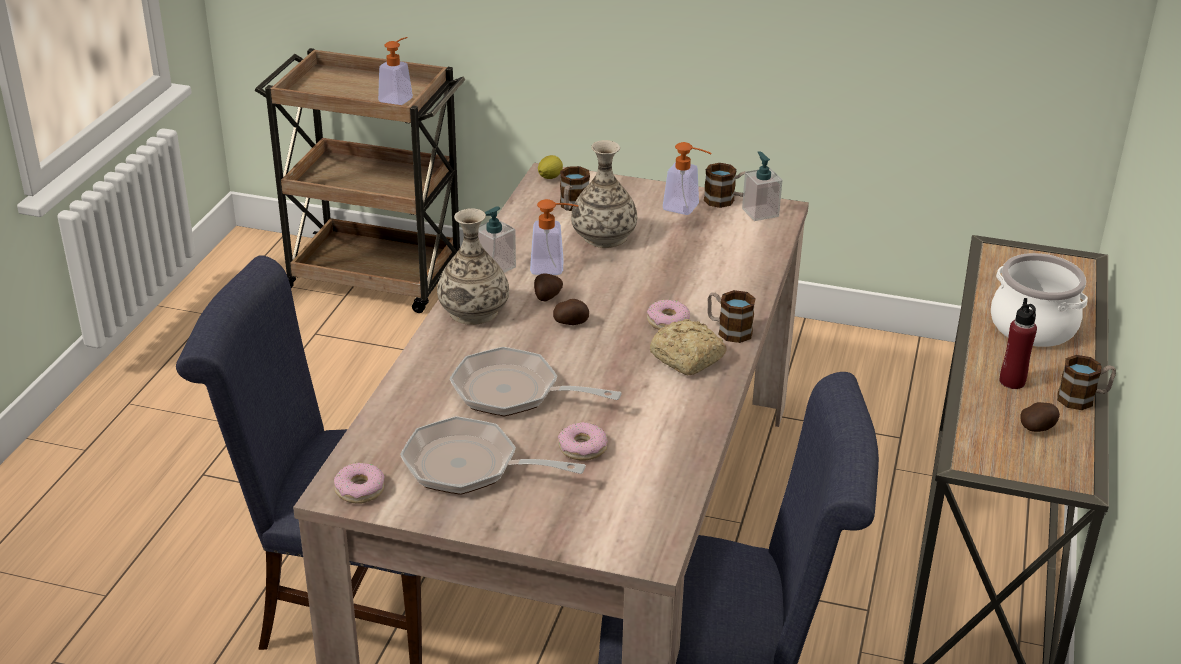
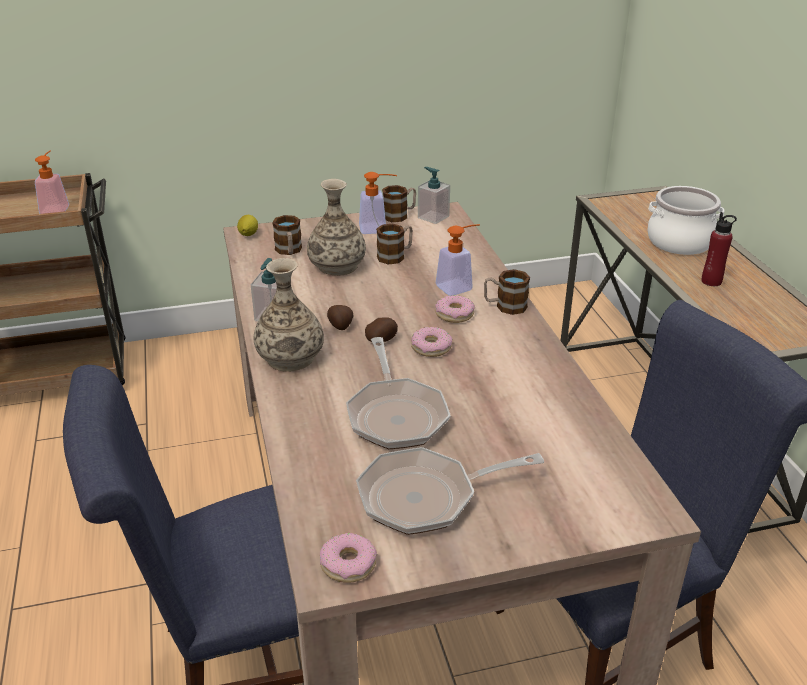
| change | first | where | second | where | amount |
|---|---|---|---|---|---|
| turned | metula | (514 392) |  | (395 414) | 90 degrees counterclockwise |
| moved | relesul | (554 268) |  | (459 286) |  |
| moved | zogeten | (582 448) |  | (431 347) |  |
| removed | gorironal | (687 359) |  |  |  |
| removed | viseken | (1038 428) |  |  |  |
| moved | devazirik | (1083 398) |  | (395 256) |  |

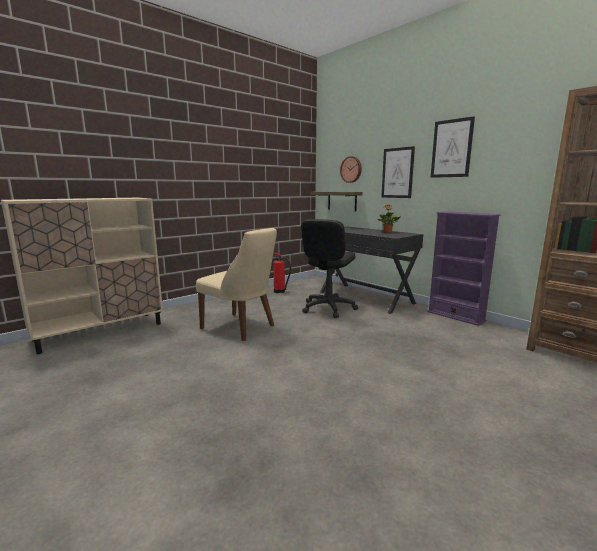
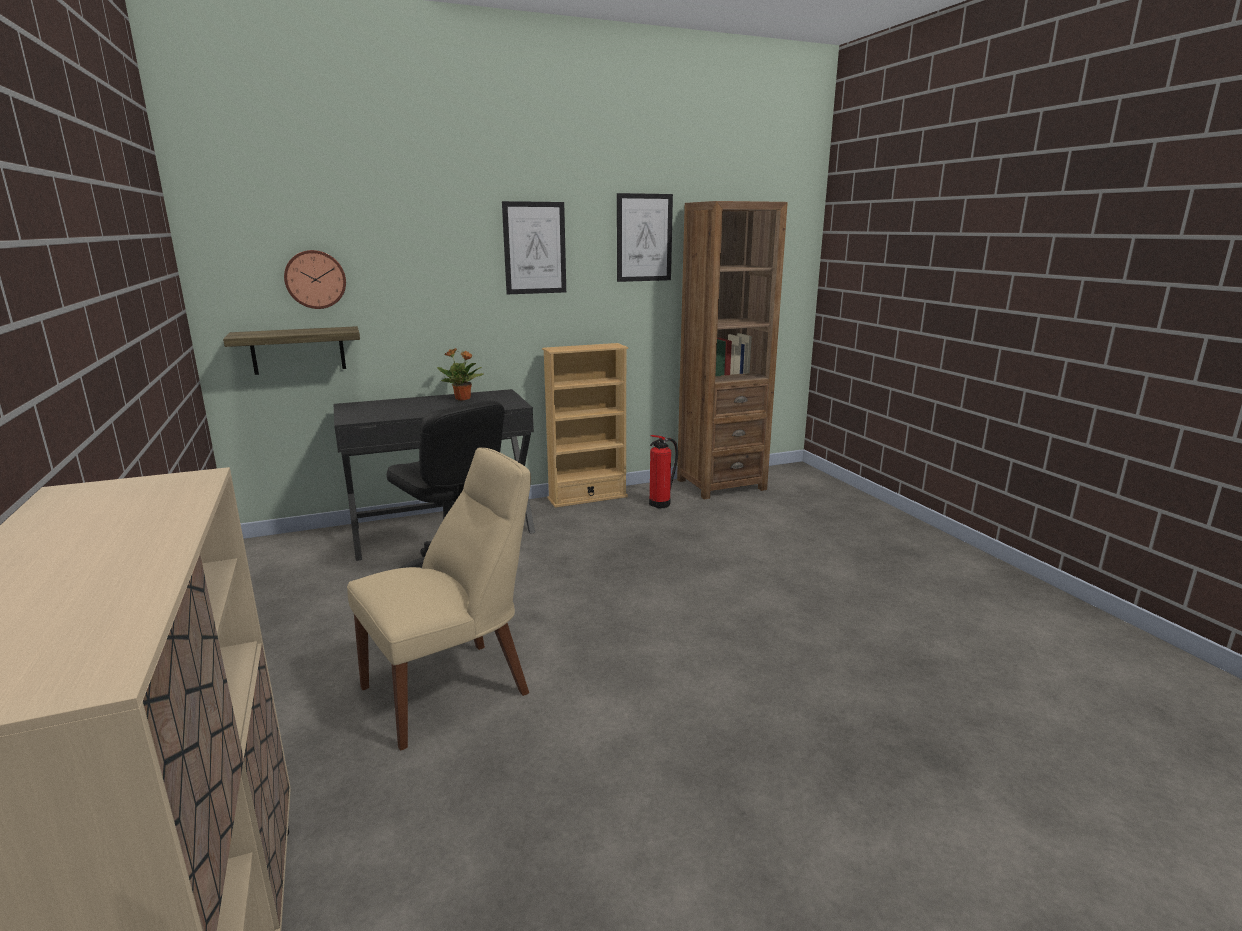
| change | first | where | second | where | amount |
|---|---|---|---|---|---|
| moved | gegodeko | (280 291) |  | (661 503) |  |
| moved | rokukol | (397 173) |  | (644 238) |  |
| recoloured | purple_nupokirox | (455 316) | beige_nupokirox | (587 497) |  |

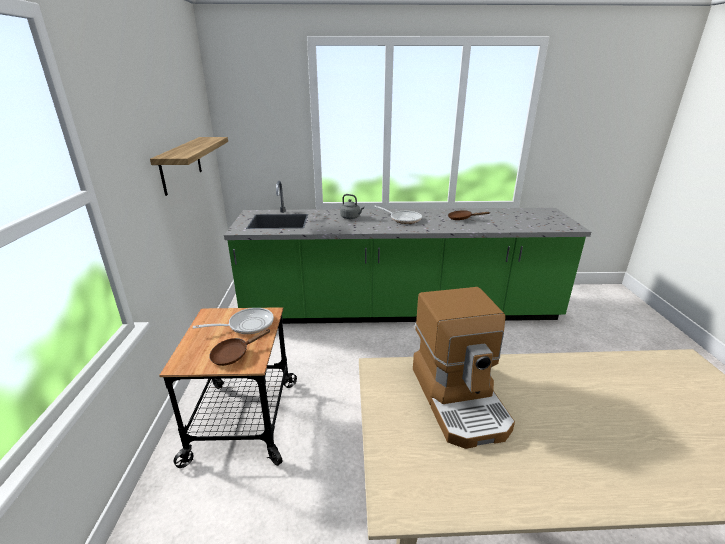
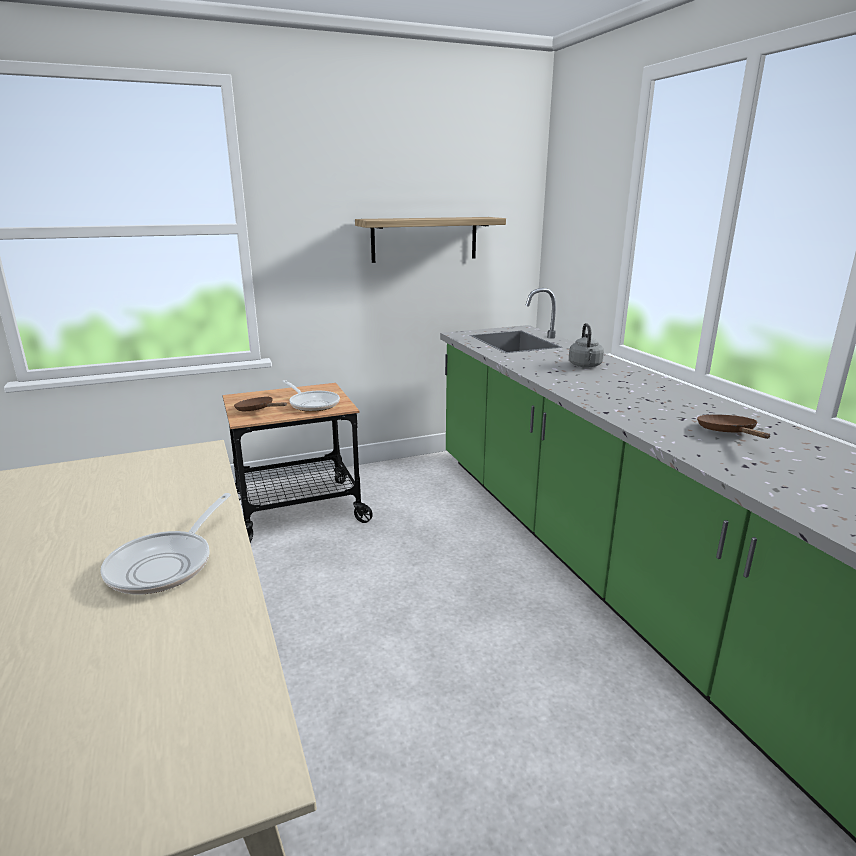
| change | first | where | second | where | amount |
|---|---|---|---|---|---|
| moved | metula | (403 219) |  | (166 564) |  |
| removed | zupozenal | (460 399) |  |  |  |

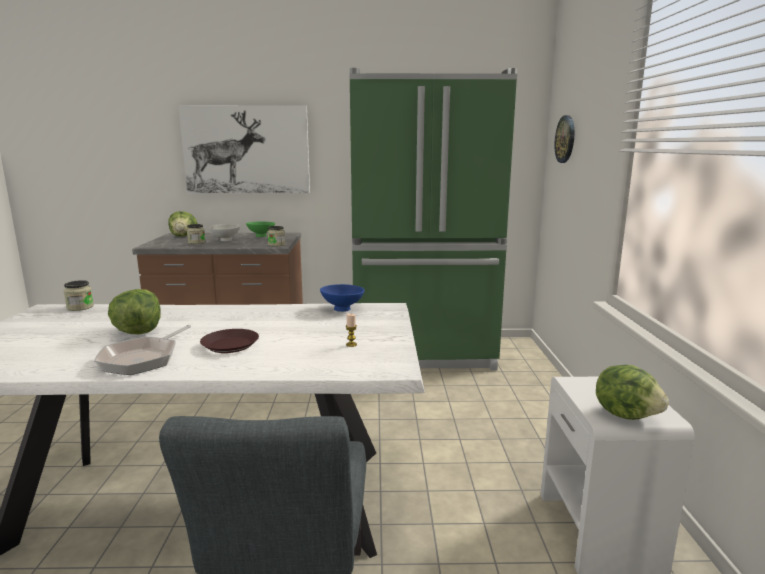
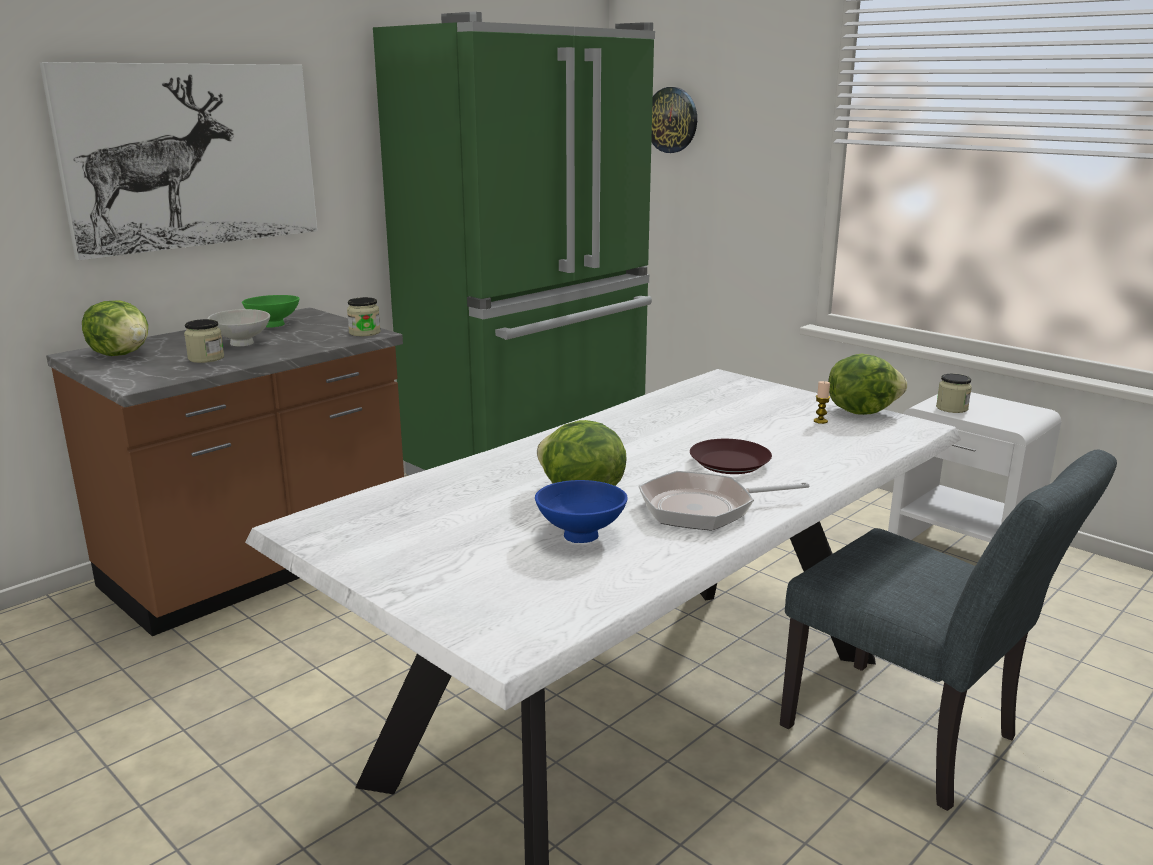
| change | first | where | second | where | amount |
|---|---|---|---|---|---|
| moved | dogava | (80 307) |  | (952 408) |  |
| turned | metula | (143 359) |  | (704 508) | 105 degrees clockwise |
| moved | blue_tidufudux | (342 309) |  | (578 535) |  |
| moved | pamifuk | (626 414) |  | (861 411) |  |

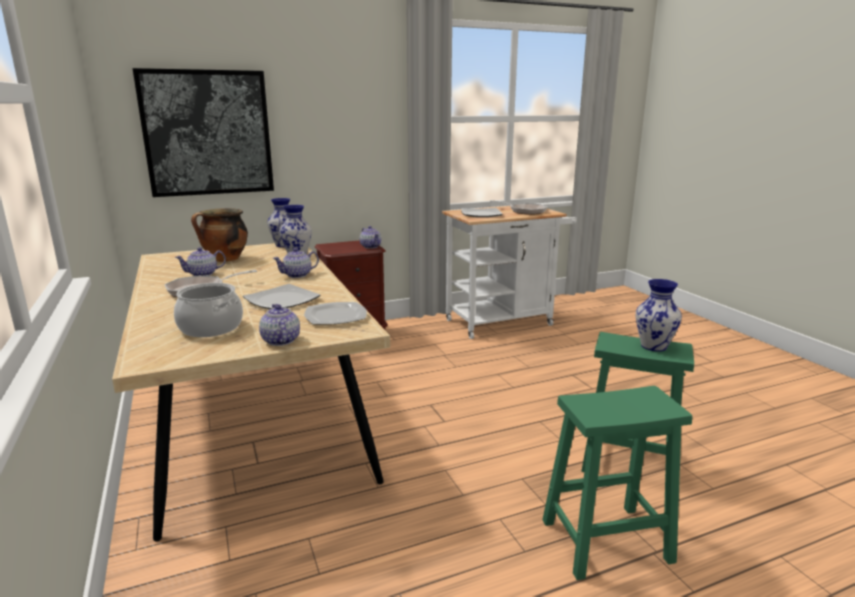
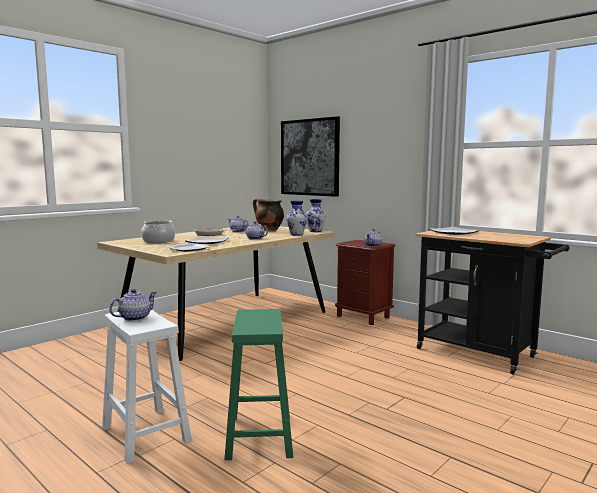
| change | first | where | second | where | amount |
|---|---|---|---|---|---|
| moved | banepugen | (280 341) |  | (134 318) |  |
| recoloured | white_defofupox | (504 321) | black_defofupox | (482 354) |  |
| removed | metula | (524 211) |  |  |  |
| recoloured | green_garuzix | (604 541) | white_garuzix | (145 433) |  |
| removed | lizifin | (653 346) |  |  |  |

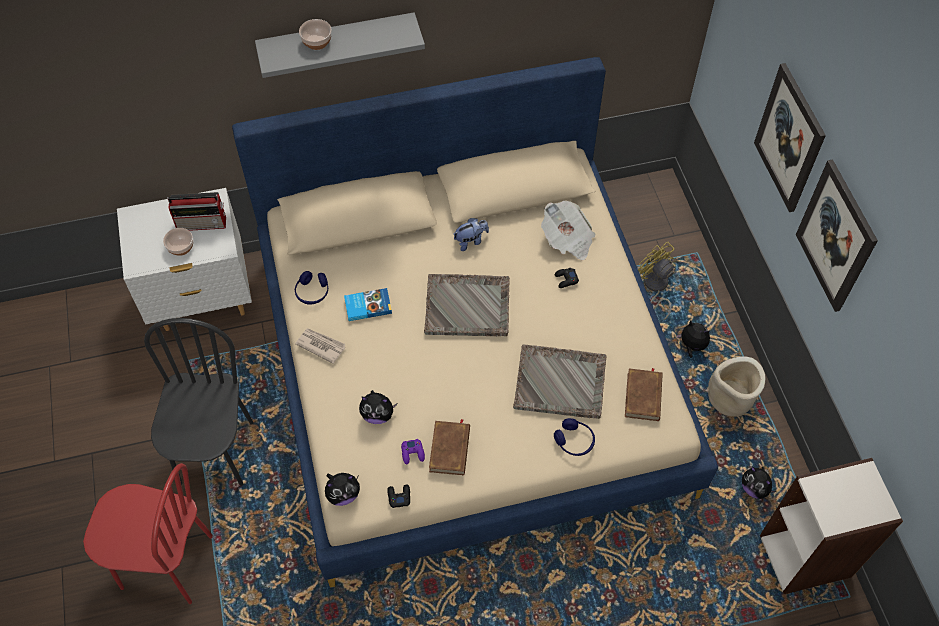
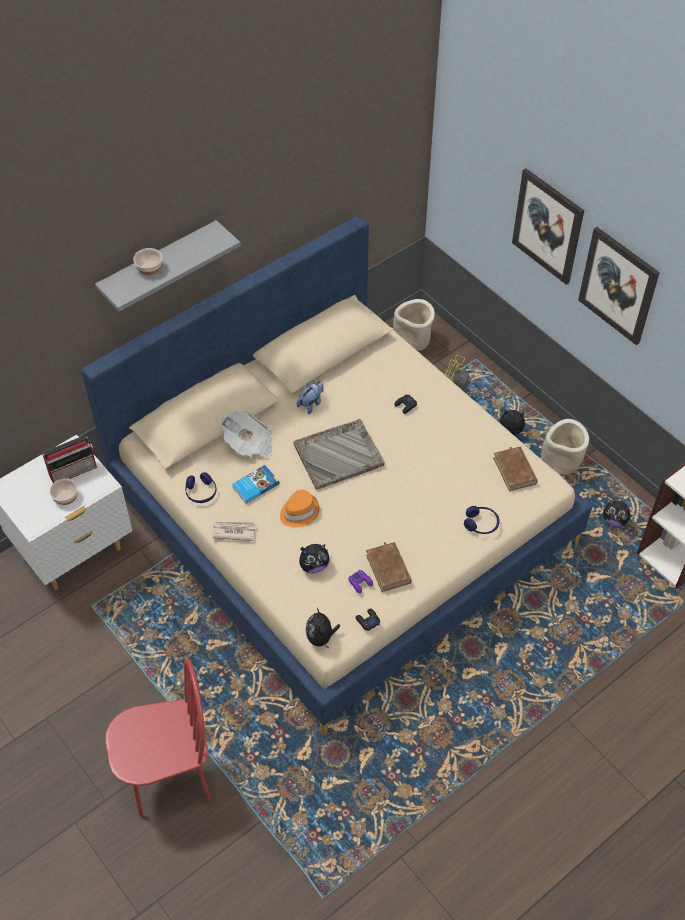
| change | first | where | second | where | amount |
|---|---|---|---|---|---|
| removed | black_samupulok | (215 453) |  |  |  |
| turned | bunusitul | (343 494) |  | (321 638) | 135 degrees clockwise |
| removed | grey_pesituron | (561 383) |  |  |  |
| moved | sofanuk | (567 239) |  | (249 444) |  |
| added |  |  | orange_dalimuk | (299 511) |  |
| added |  |  | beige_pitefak | (412 340) |  |

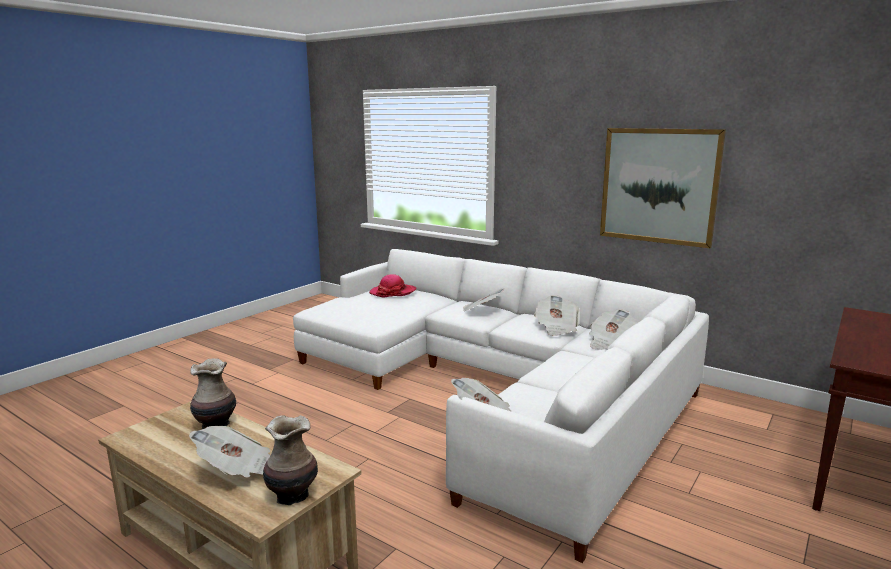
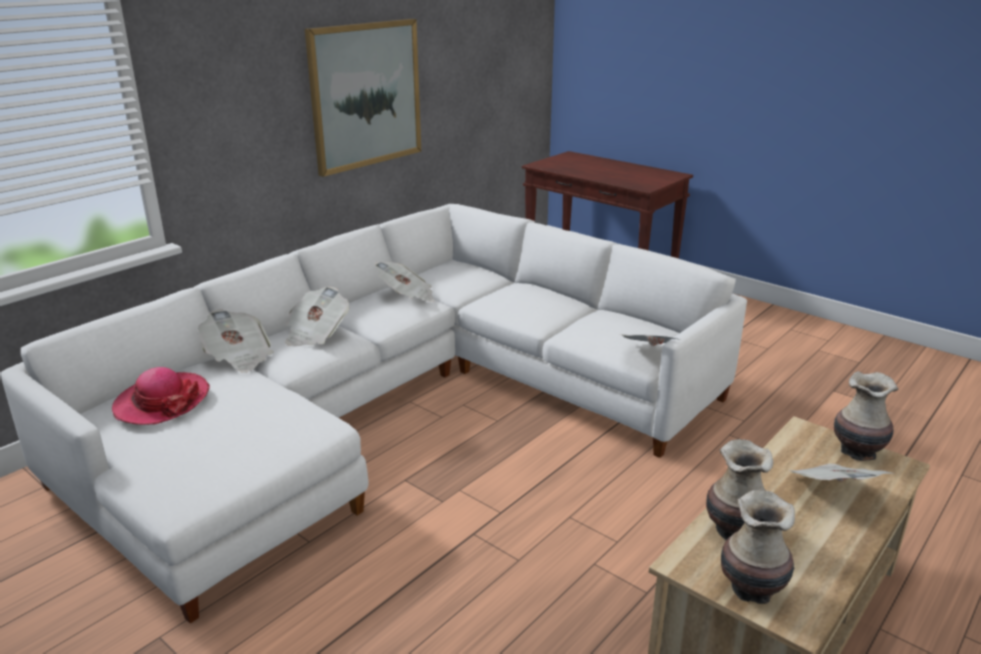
| change | first | where | second | where | amount |
|---|---|---|---|---|---|
| moved | sofanuk | (610 343) |  | (238 357) |  |
| added |  |  | lizifin | (752 589) |  |

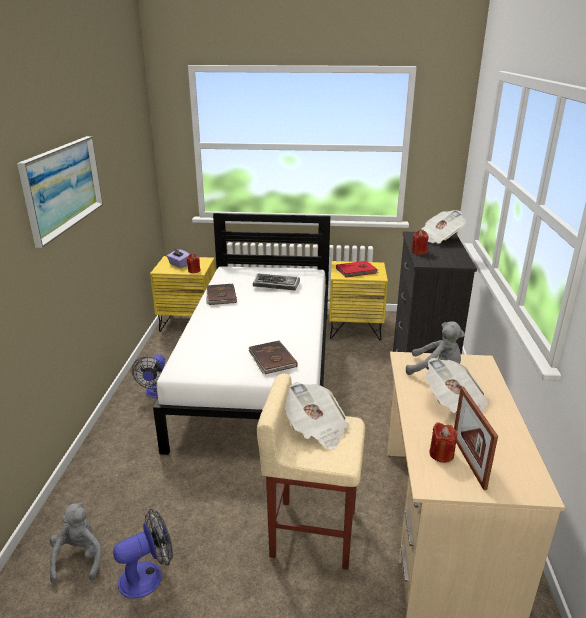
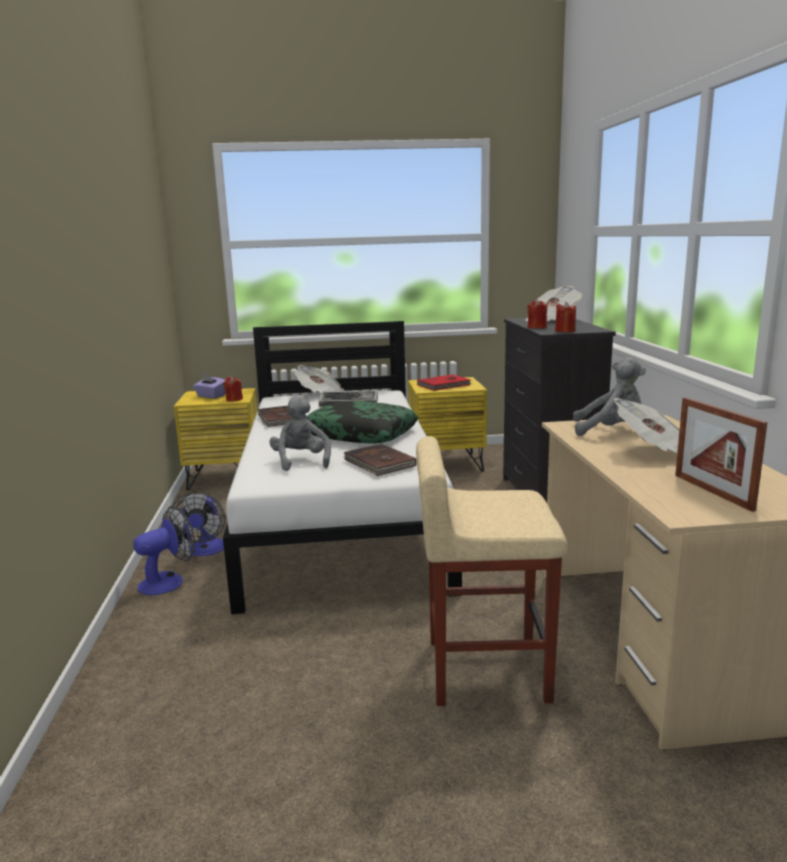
| change | first | where | second | where | amount |
|---|---|---|---|---|---|
| removed | rokukol | (63 187) |  |  |  |
| moved | grey_bunusitul | (79 558) |  | (301 461) |  |
| moved | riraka | (148 576) |  | (168 581) |  |
| moved | sofanuk | (316 429) |  | (320 394) |  |
| moved | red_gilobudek | (441 454) |  | (565 331) |  |
| added |  |  | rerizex | (360 434) |  |

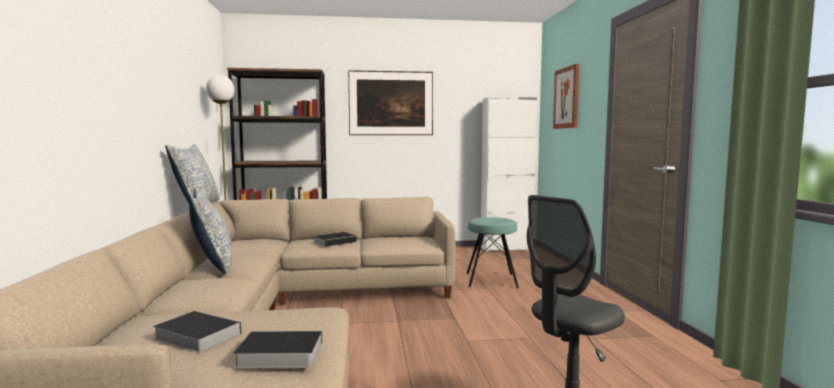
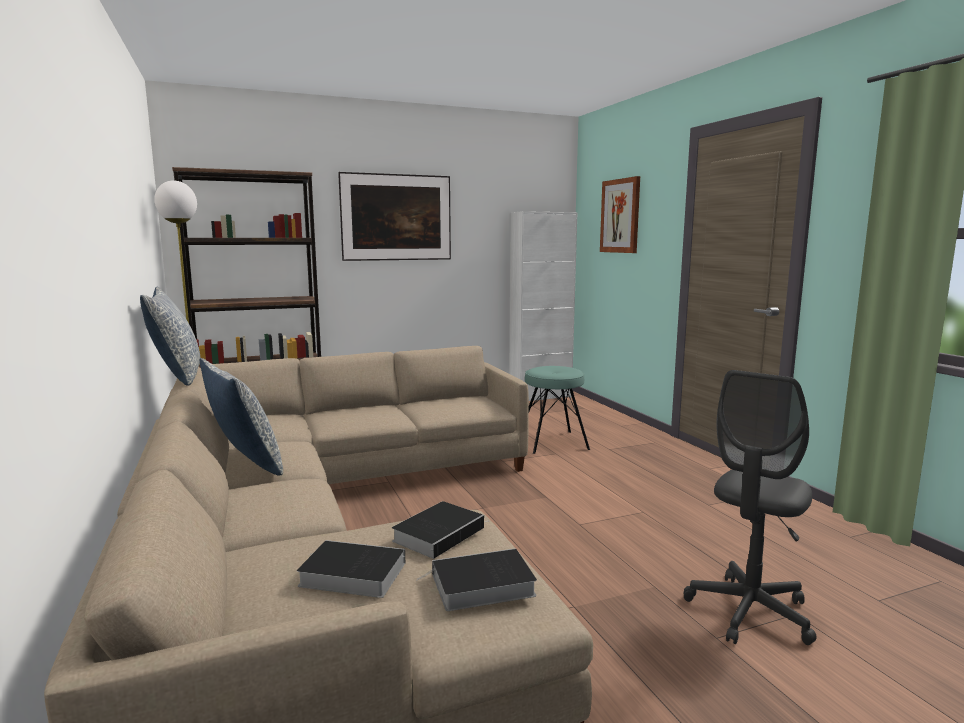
| change | first | where | second | where | amount |
|---|---|---|---|---|---|
| moved | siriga | (335 242) |  | (440 533) |  |

